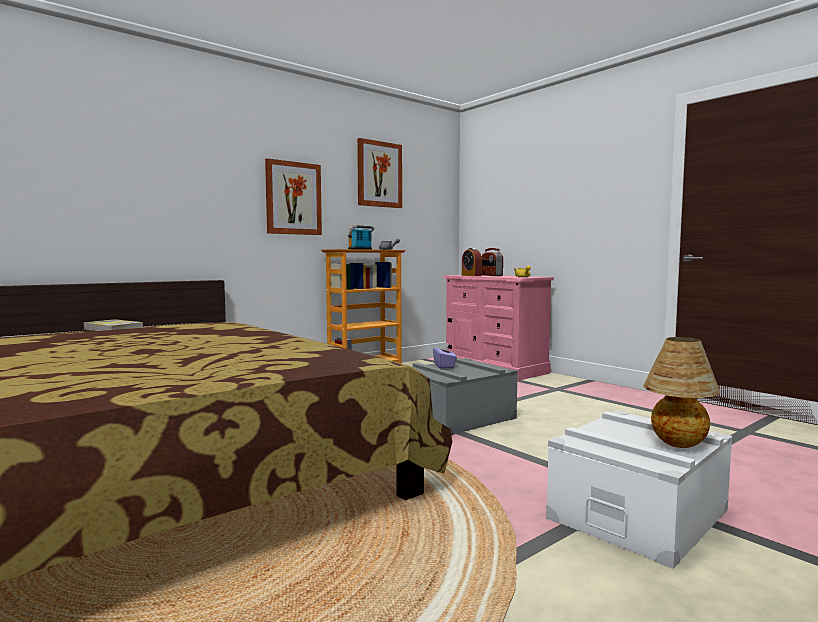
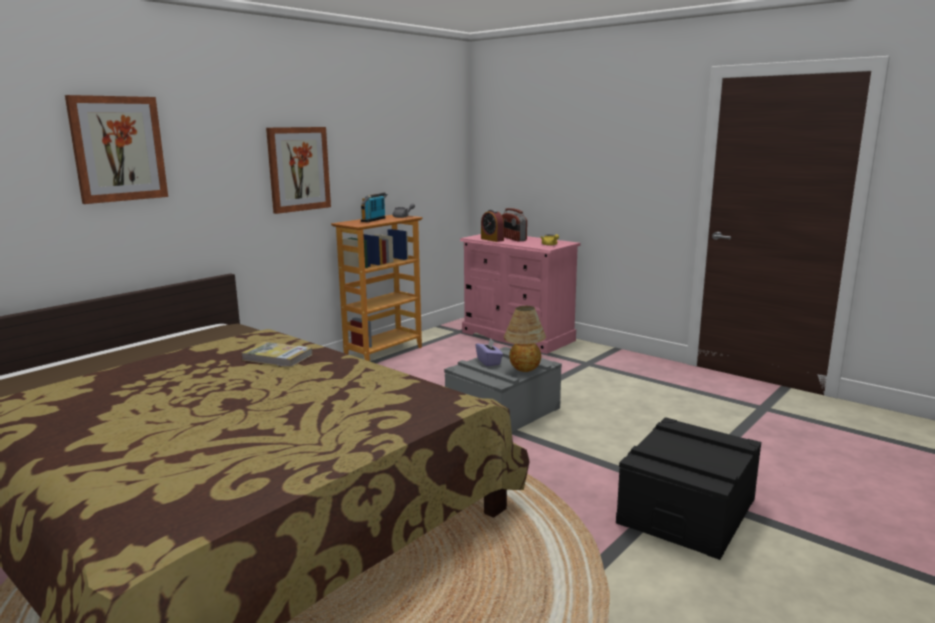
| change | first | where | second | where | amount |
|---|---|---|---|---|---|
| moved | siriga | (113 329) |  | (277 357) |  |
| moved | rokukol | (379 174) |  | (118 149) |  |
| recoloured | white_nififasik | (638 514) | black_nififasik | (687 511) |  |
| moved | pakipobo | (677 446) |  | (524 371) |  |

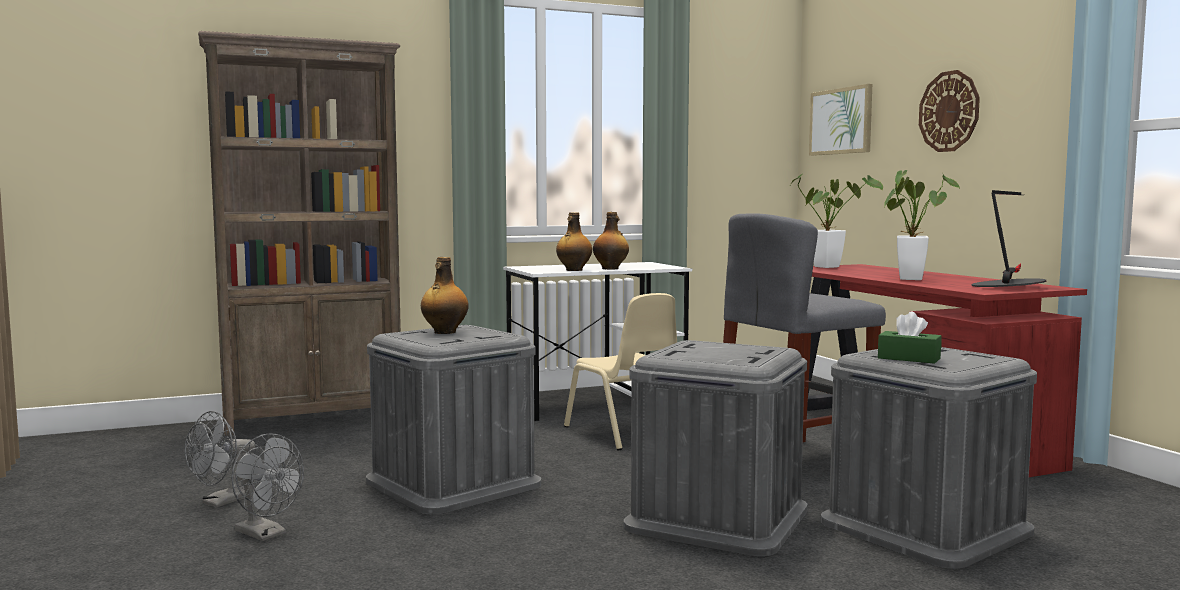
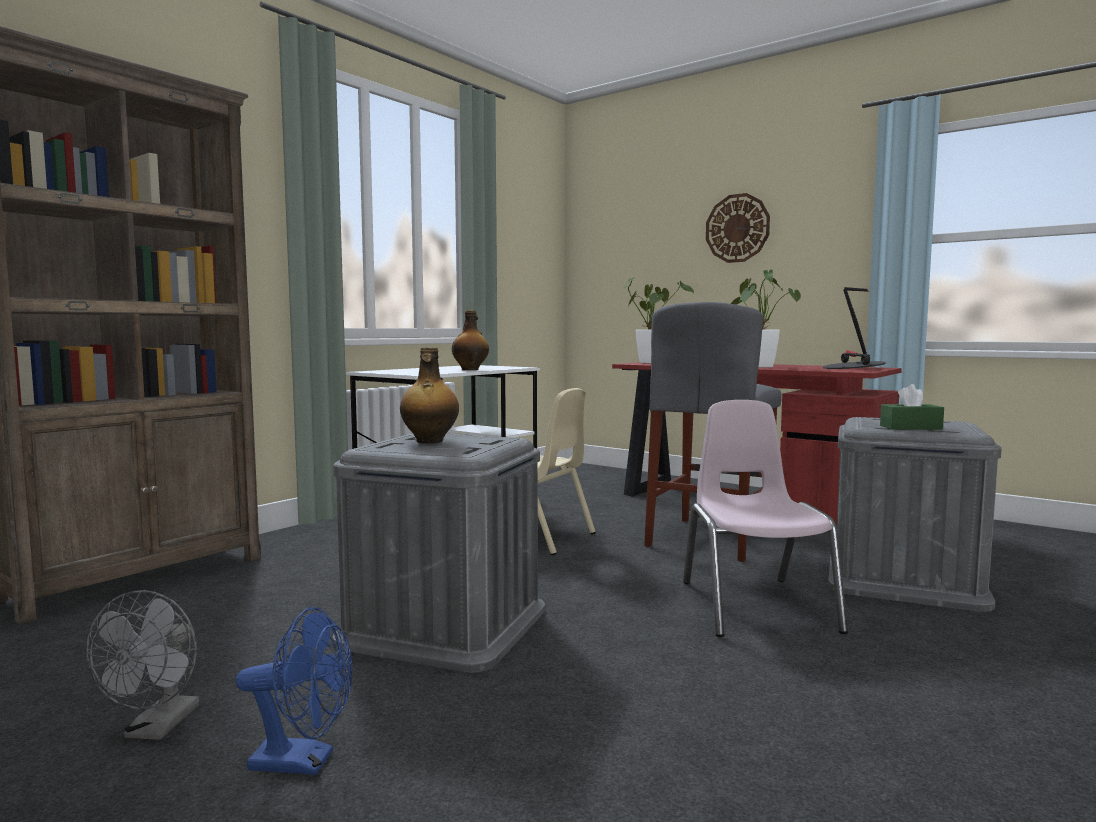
| change | first | where | second | where | amount |
|---|---|---|---|---|---|
| recoloured | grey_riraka | (266 534) | blue_riraka | (304 762) |  |
| removed | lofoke | (573 270) |  |  |  |
| replaced | grey_nififasik | (717 518) | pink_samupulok | (756 606) |  |
| removed | rokukol | (841 121) |  |  |  |

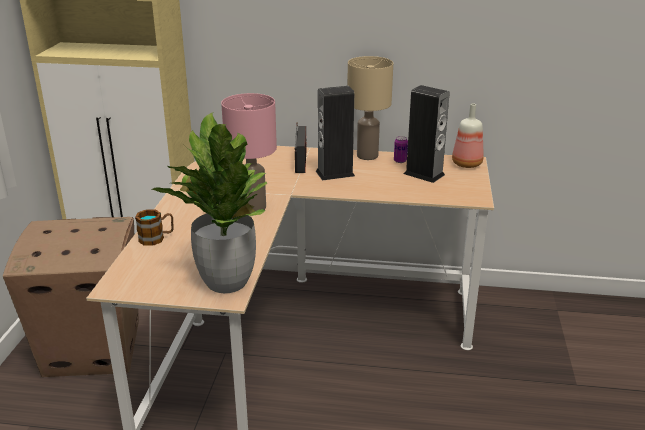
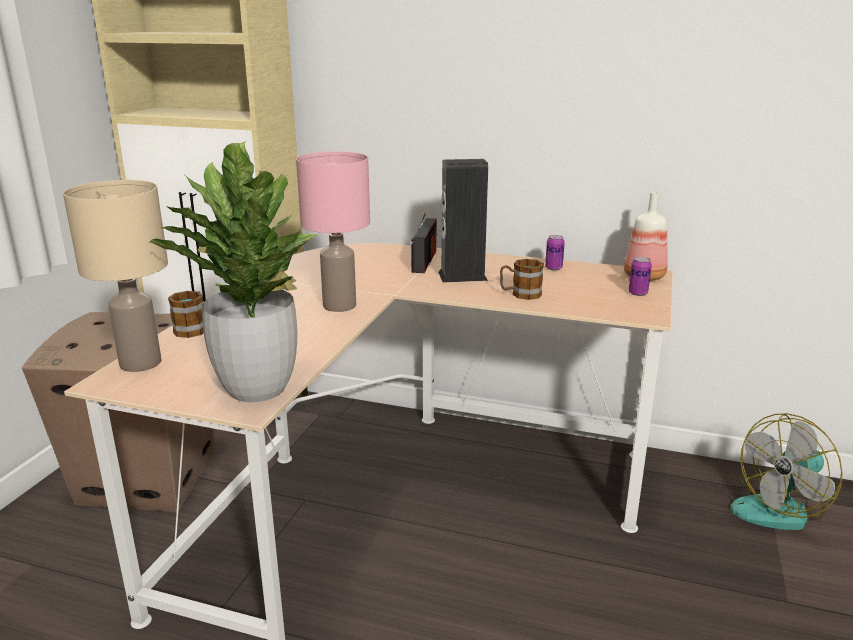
| change | first | where | second | where | amount |
|---|---|---|---|---|---|
| moved | beige_pakipobo | (366 156) |  | (139 363) |  |
| removed | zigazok | (424 174) |  |  |  |
| added |  |  | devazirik | (520 294) |  |
| added |  |  | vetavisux | (638 293) |  |
| added |  |  | riraka | (780 508) |  |

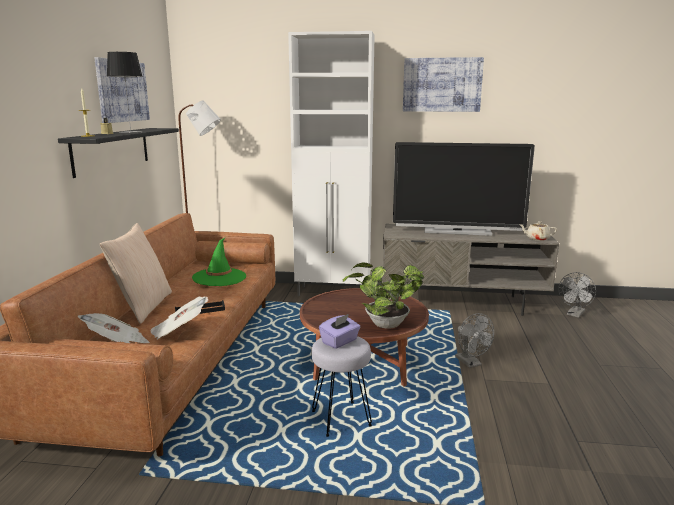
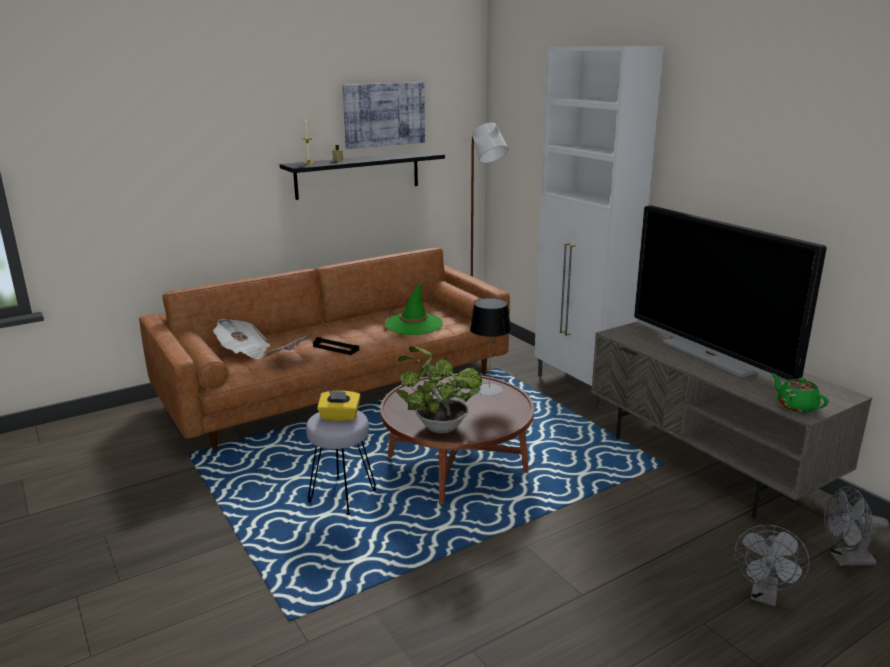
| change | first | where | second | where | amount |
|---|---|---|---|---|---|
| removed | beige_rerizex | (143 307) |  |  |  |
| moved | pakipobo | (130 132) |  | (489 389) |  |
| recoloured | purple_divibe | (340 342) | yellow_divibe | (339 417) |  |
| removed | rokukol | (442 85) |  |  |  |
| moved | grey_riraka | (471 363) |  | (764 596) |  |
| recoloured | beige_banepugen | (537 239) | green_banepugen | (796 406) |  |

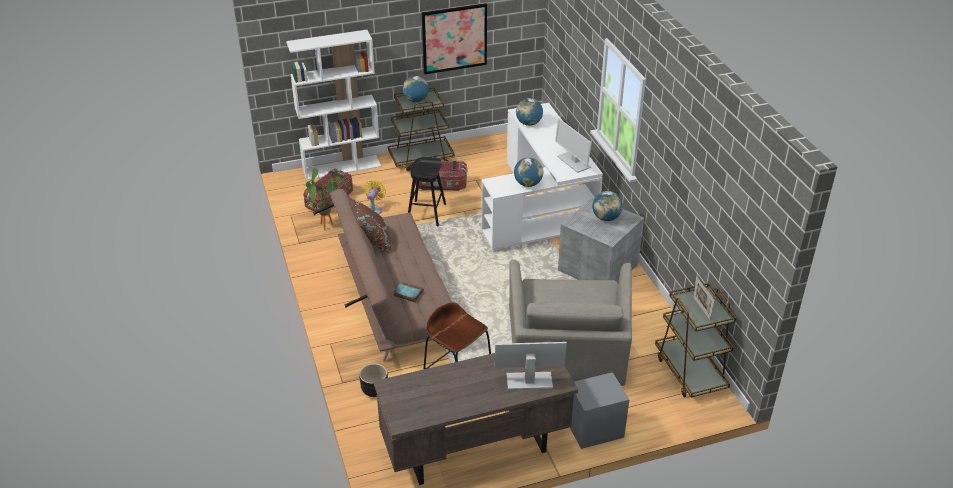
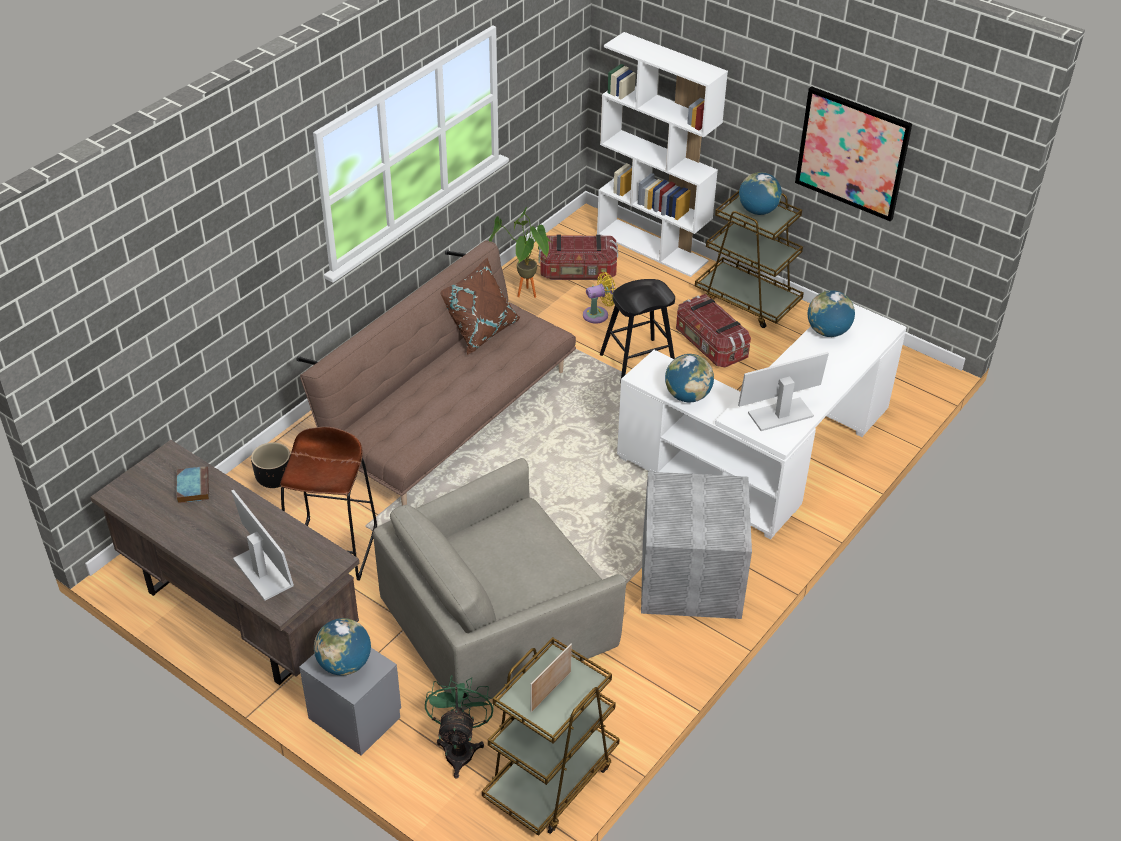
| change | first | where | second | where | amount |
|---|---|---|---|---|---|
| moved | siriga | (407 293) |  | (193 486) |  |
| turned | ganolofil | (573 162) |  | (781 414) | 45 degrees clockwise |
| moved | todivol | (606 218) |  | (345 664) |  |
| added |  |  | green_riraka | (460 747) |  |

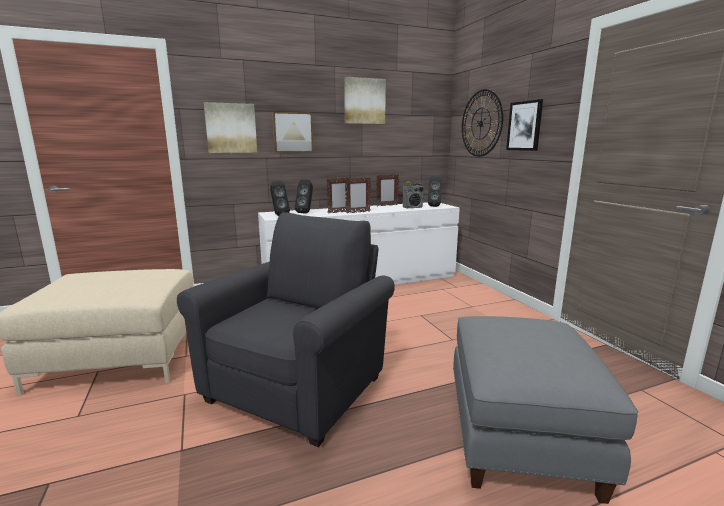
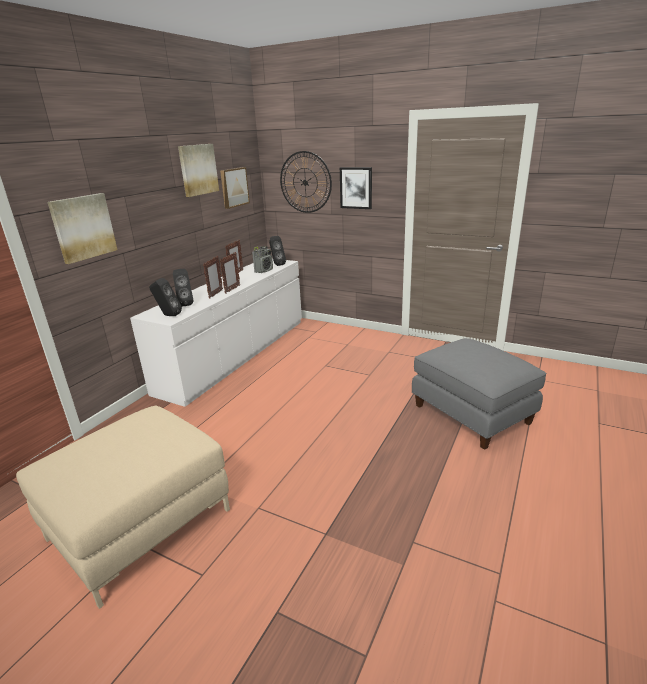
| change | first | where | second | where | amount |
|---|---|---|---|---|---|
| removed | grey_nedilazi | (301 385) |  |  |  |
| moved | rokukol | (292 132) |  | (233 187) |  |

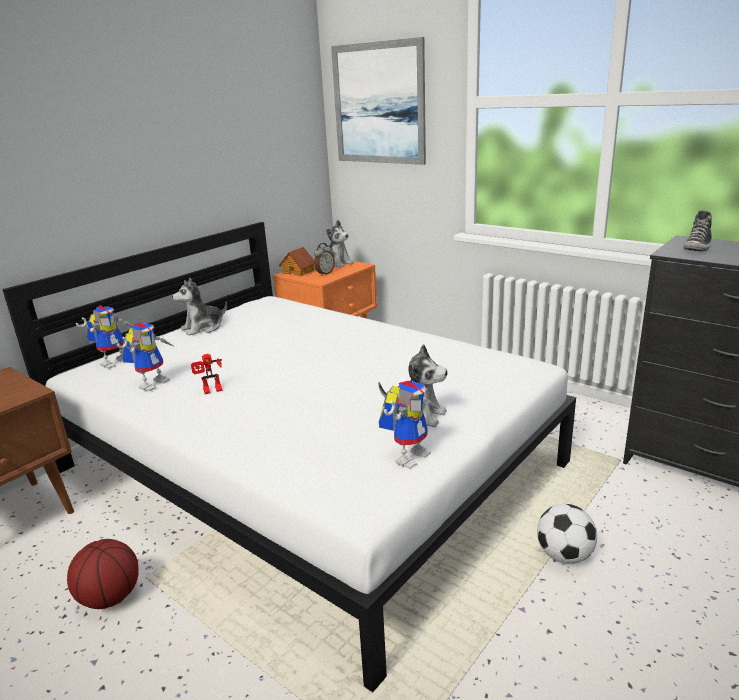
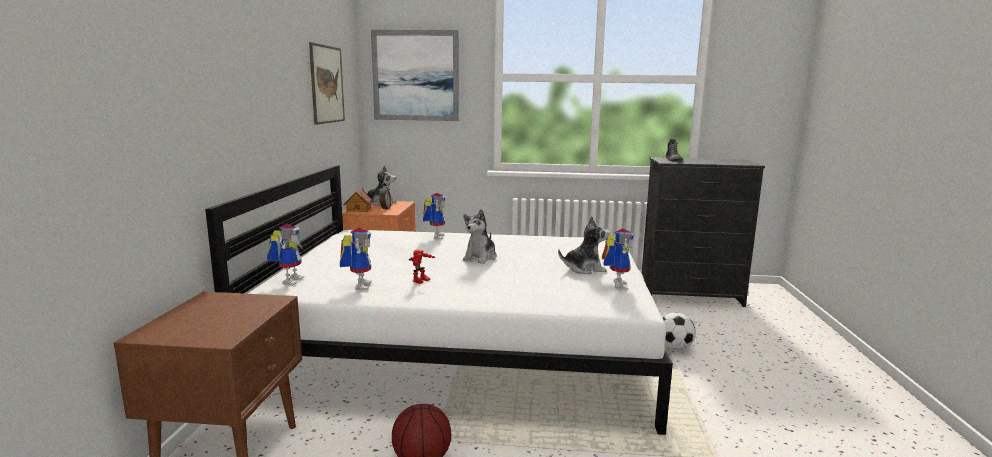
| change | first | where | second | where | amount |
|---|---|---|---|---|---|
| moved | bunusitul | (203 328) |  | (480 258) |  |
| added |  |  | rokukol | (327 84) |  |
| added |  |  | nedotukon | (435 236) |  |

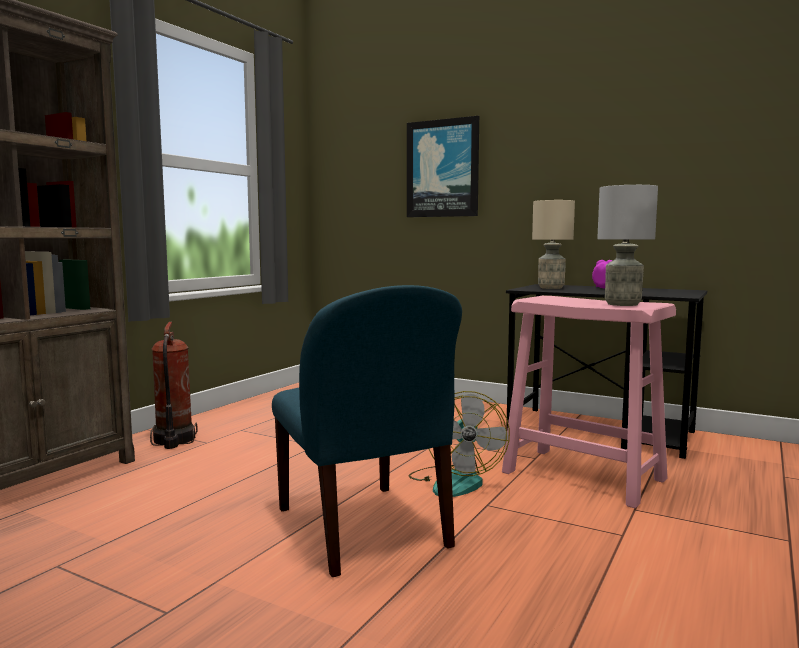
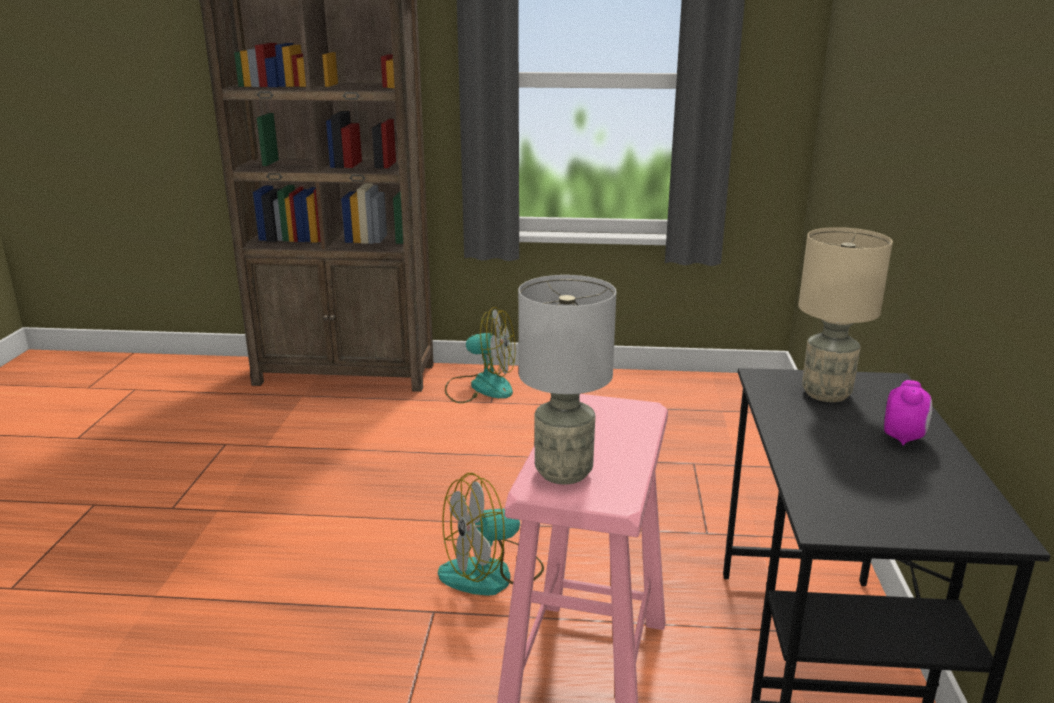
| change | first | where | second | where | amount |
|---|---|---|---|---|---|
| replaced | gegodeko | (173 441) | riraka | (481 387) |  |
| removed | blue_samupulok | (364 529) |  |  |  |
| removed | rokukol | (442 168) |  |  |  |

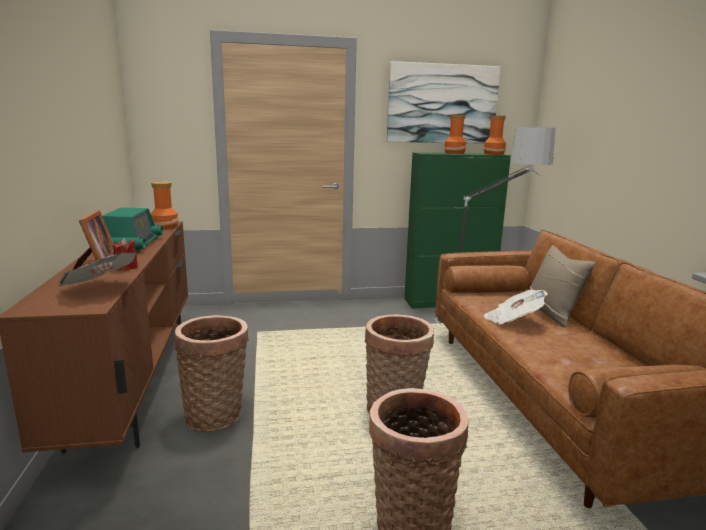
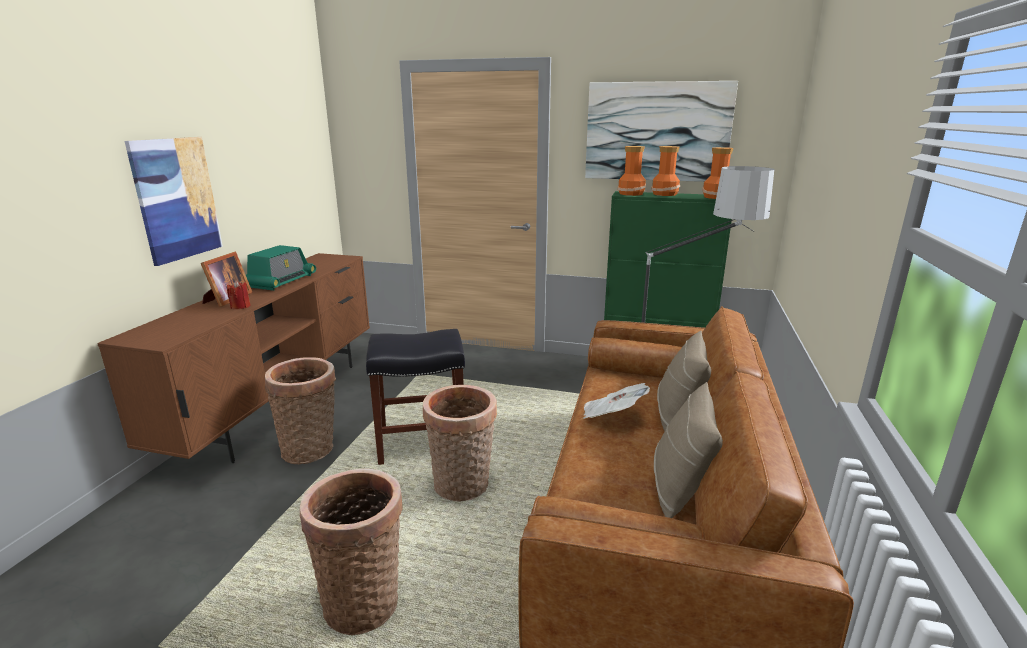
| change | first | where | second | where | amount |
|---|---|---|---|---|---|
| removed | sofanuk | (100 288) |  |  |  |
| moved | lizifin | (165 227) |  | (631 194) |  |
| added |  |  | rokukol | (176 199) |  |
| added |  |  | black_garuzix | (423 442) |  |
| added |  |  | beige_rerizex | (679 489) |  |

